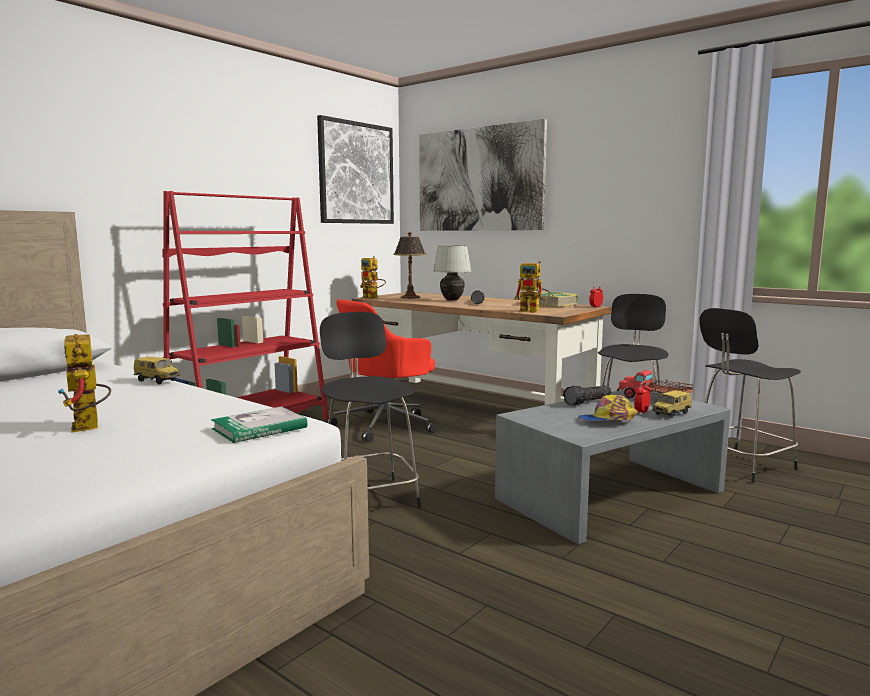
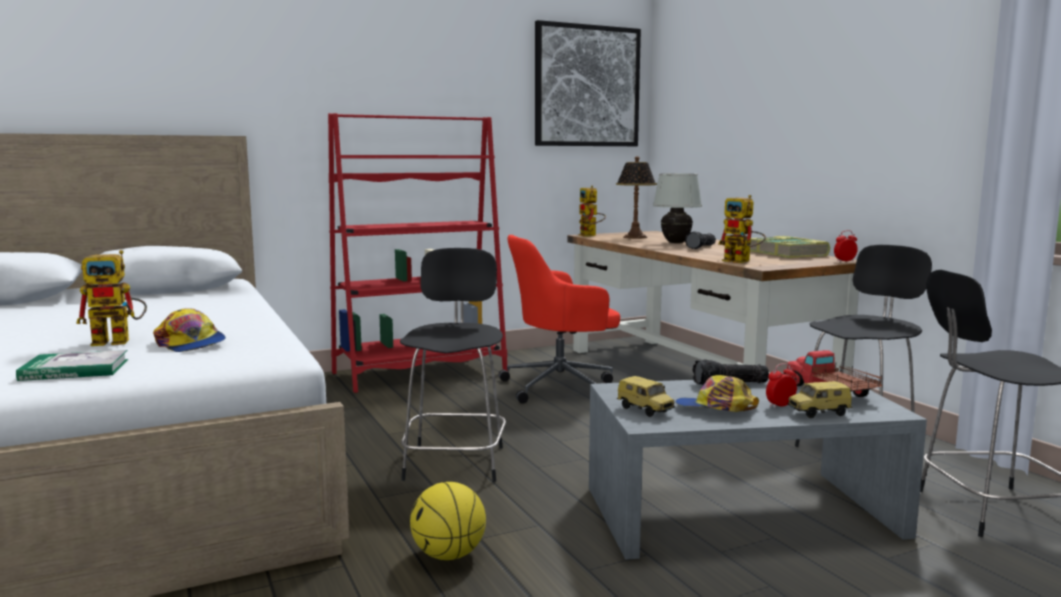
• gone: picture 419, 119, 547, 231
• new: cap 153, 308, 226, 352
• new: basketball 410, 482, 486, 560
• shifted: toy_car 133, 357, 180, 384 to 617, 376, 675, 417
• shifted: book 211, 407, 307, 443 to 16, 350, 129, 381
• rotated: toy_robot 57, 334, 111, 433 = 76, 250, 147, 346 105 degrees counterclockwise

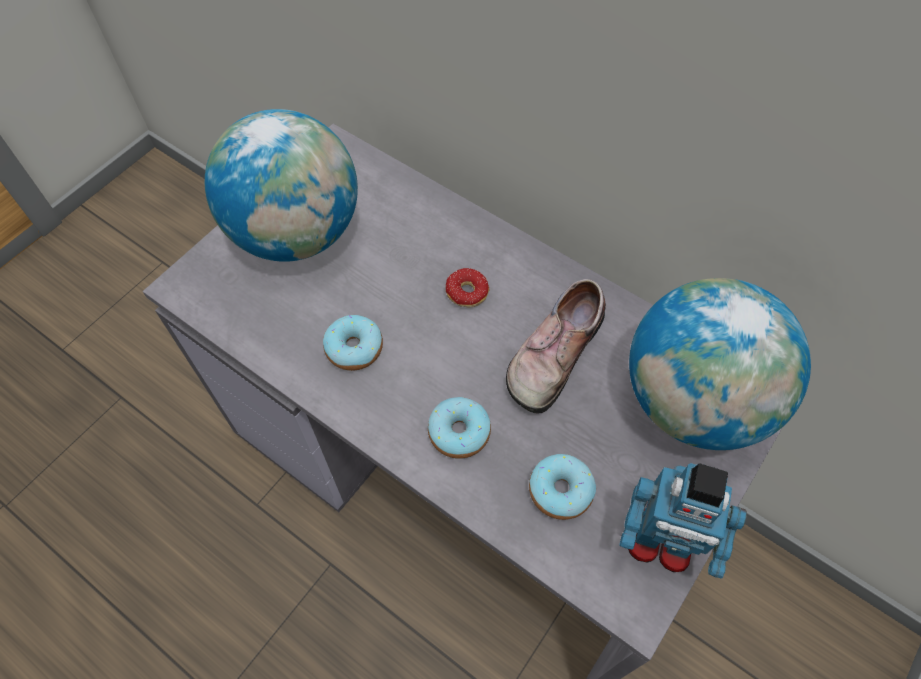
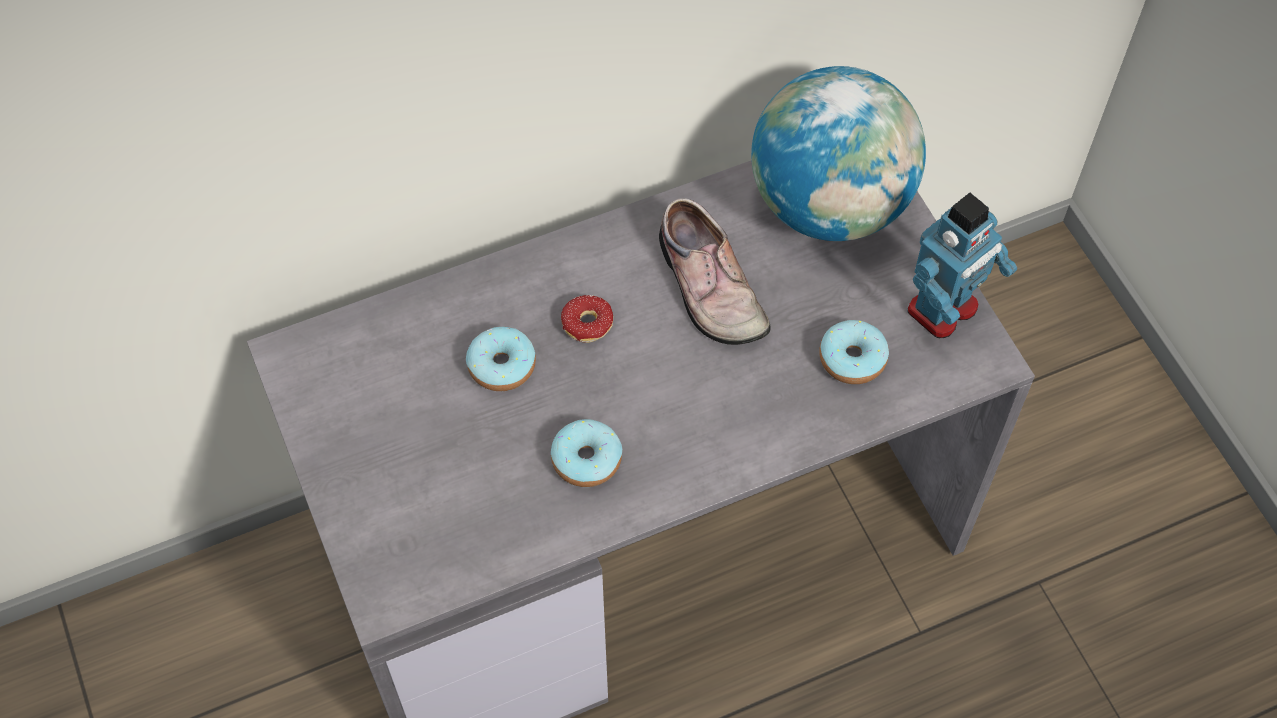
• gone: globe 205, 109, 358, 262
• shifted: donut 428, 397, 491, 459 to 466, 327, 536, 391

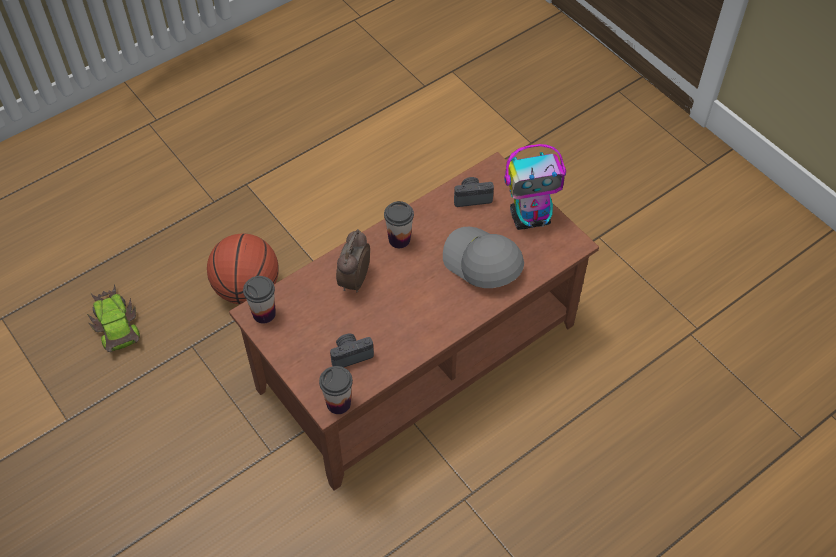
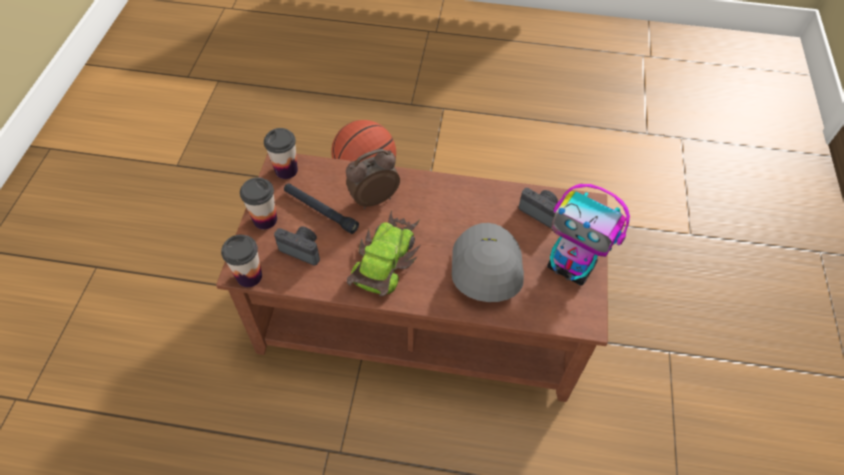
• new: black_flashlight 284, 183, 359, 234
• shifted: toy_car 87, 284, 140, 352 to 347, 211, 421, 296
• shifted: cup 384, 201, 414, 248 to 240, 177, 277, 229

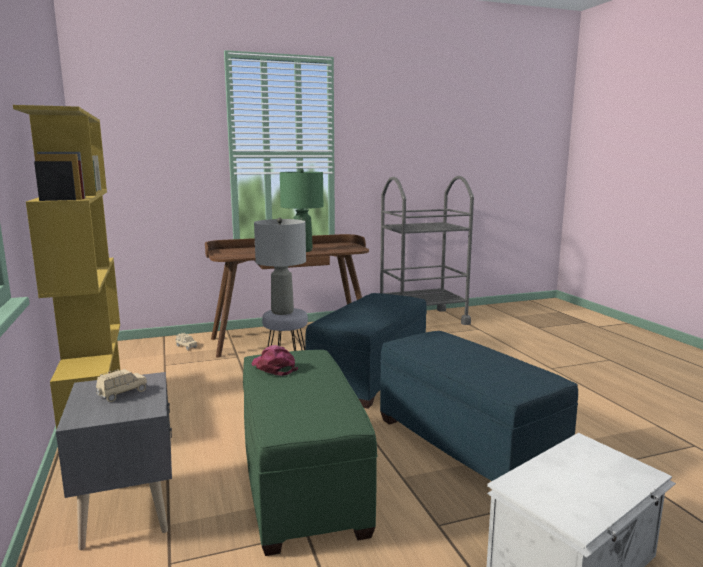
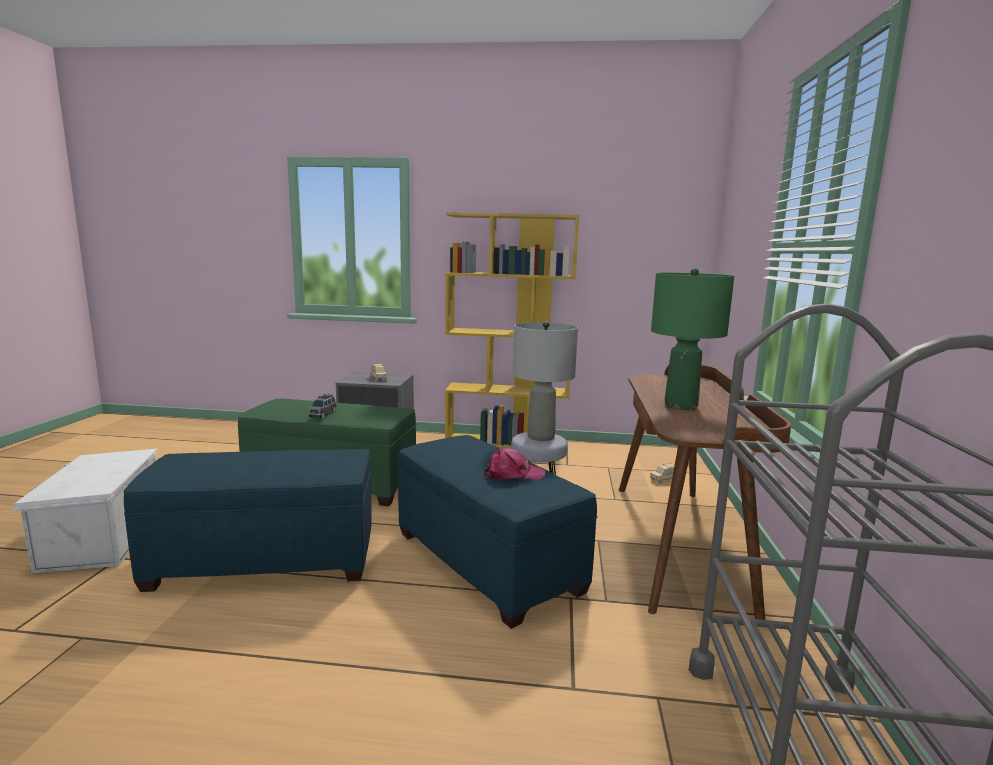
• new: grey_toy_car 309, 394, 336, 418
• shifted: pink_cap 252, 345, 298, 376 to 484, 448, 545, 481

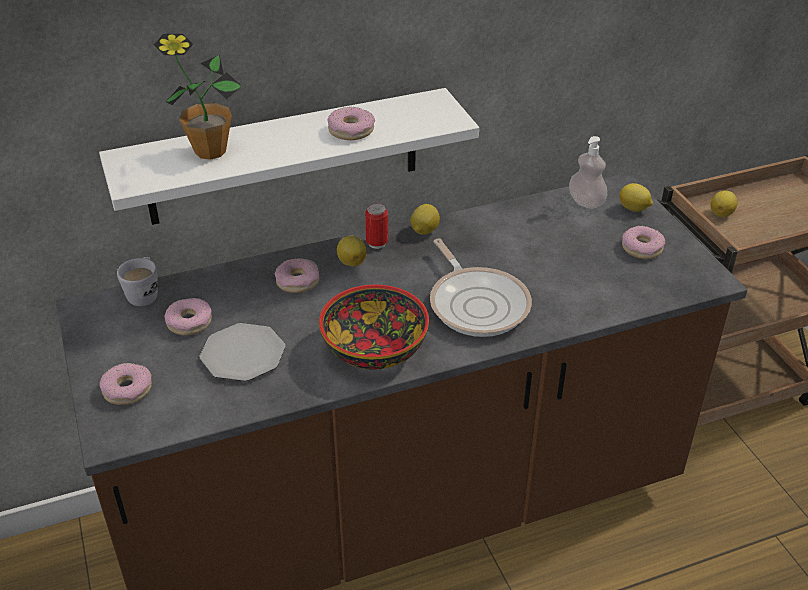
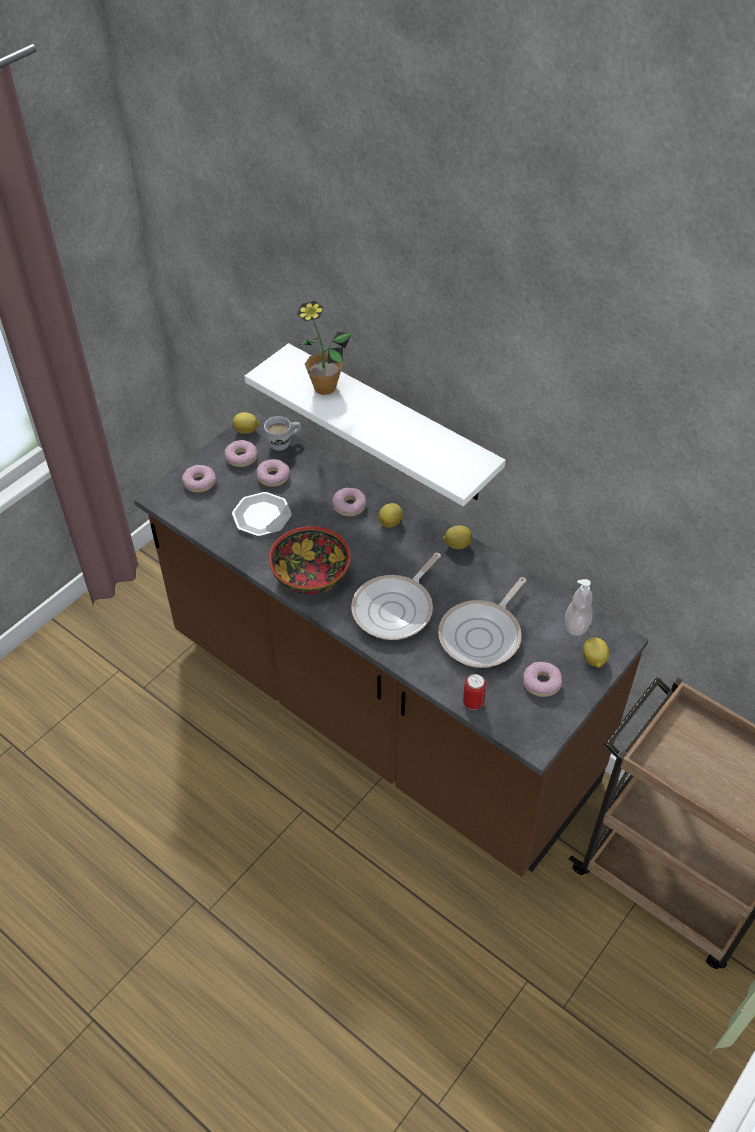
• new: frying_pan 438, 577, 527, 668
• shifted: donut 327, 107, 375, 140 to 225, 440, 257, 467
• shifted: can 365, 203, 388, 249 to 463, 674, 486, 710
• shifted: lemon 710, 190, 738, 217 to 233, 412, 260, 434

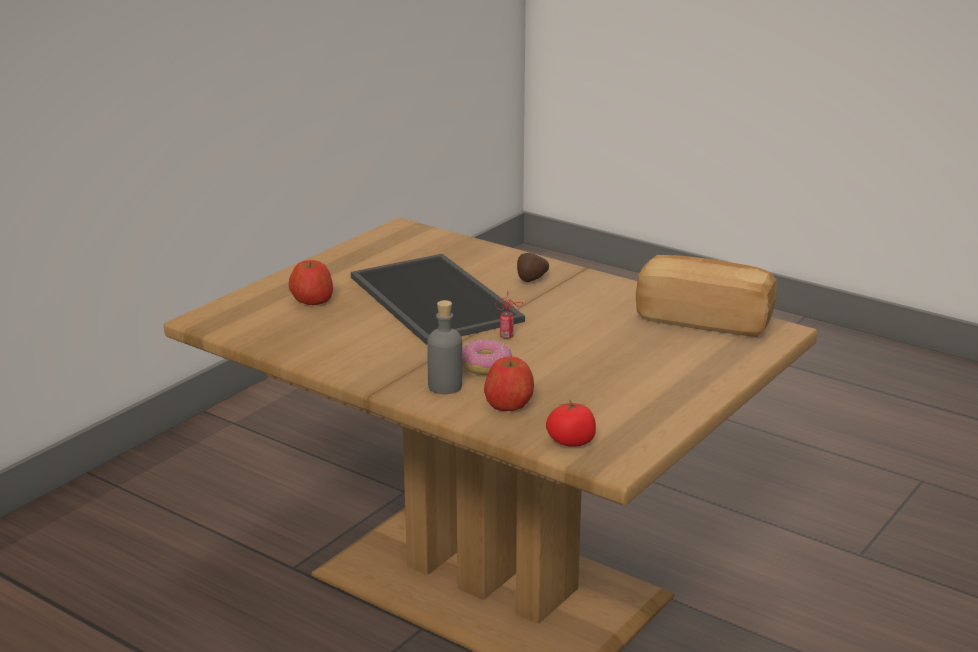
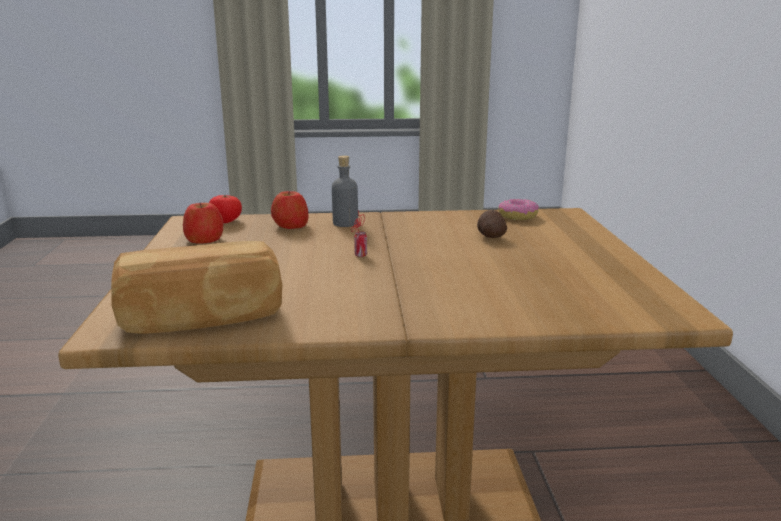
• gone: tray 351, 254, 525, 345
• shifted: apple 289, 260, 333, 305 to 183, 203, 223, 244
• shifted: donut 462, 340, 512, 375 to 498, 199, 539, 220
• shifted: potato 517, 253, 549, 282 to 477, 210, 507, 238

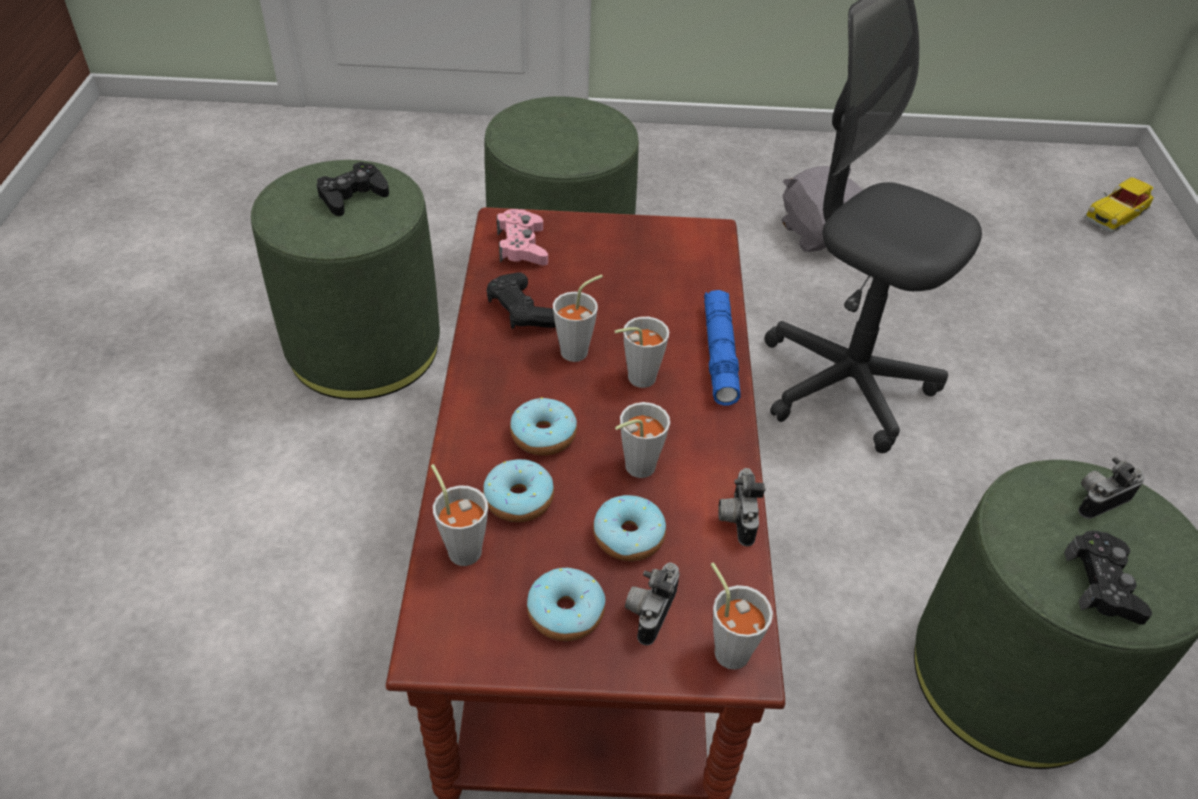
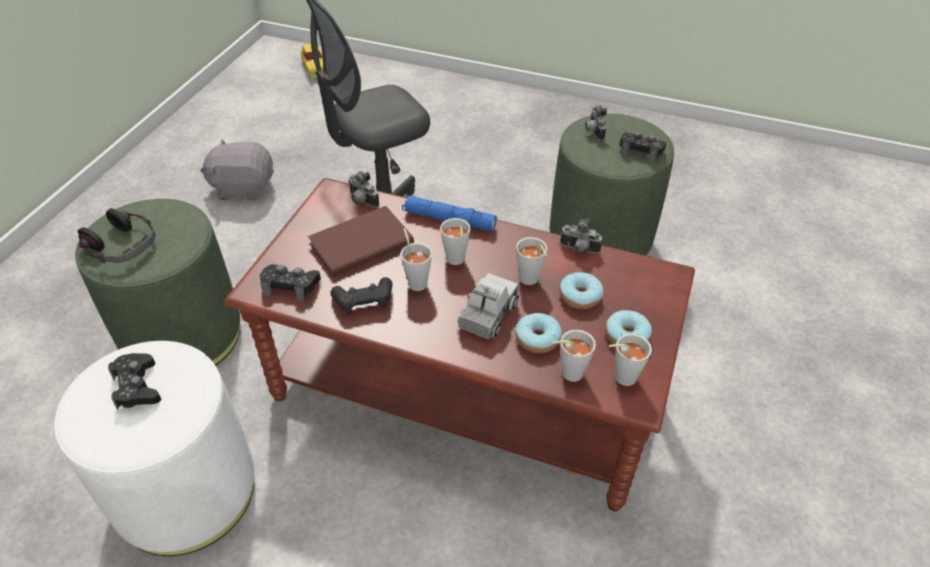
• new: headphones 78, 208, 156, 264
• new: brown_book 308, 206, 414, 277
• shifted: photo_camera 625, 562, 679, 645 to 348, 171, 379, 207
• shifted: grey_cup 711, 563, 773, 670 to 609, 334, 652, 386
• swapped: donut 510, 397, 577, 456 to toy_truck 458, 273, 519, 339
• repainted: green_ottoman 251, 160, 440, 400 to white_ottoman 54, 341, 254, 556
• repainted: pink_game_controller 497, 209, 548, 265 to black_game_controller 260, 264, 321, 302

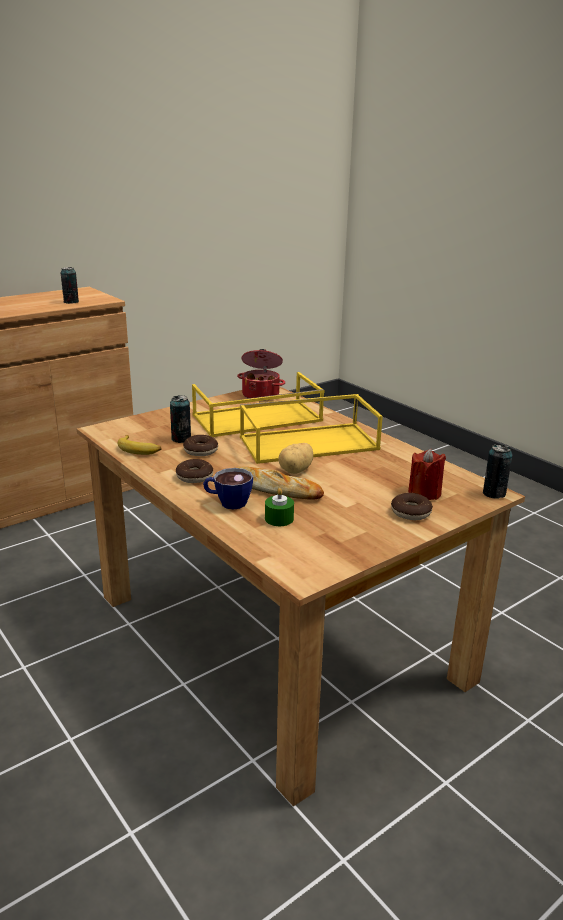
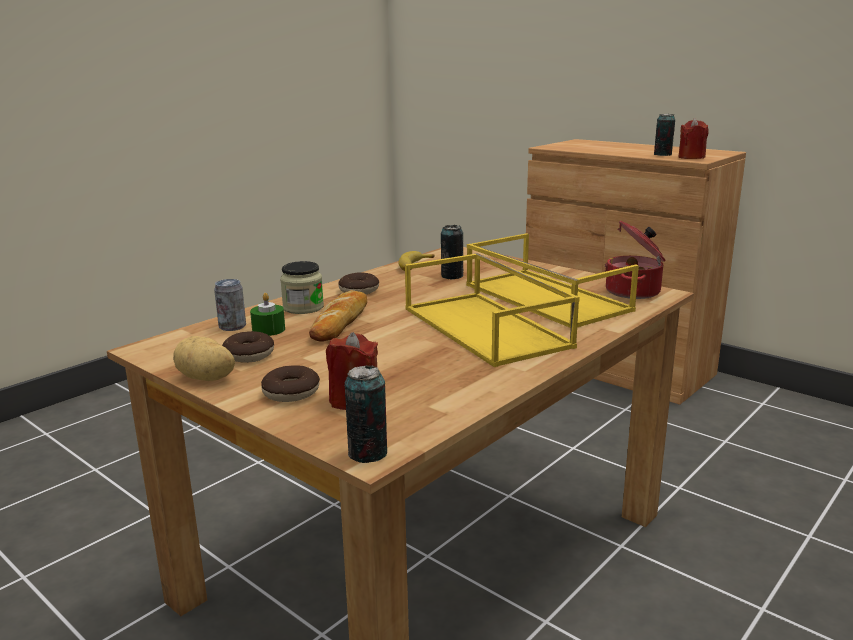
• new: can 214, 279, 246, 331
• new: red_candle 678, 118, 708, 159
• shifted: donut 183, 435, 218, 456 to 222, 331, 274, 363
• shifted: potato 278, 443, 313, 474 to 173, 336, 235, 381
• swapped: cup 203, 468, 253, 510 to jar 280, 261, 324, 314

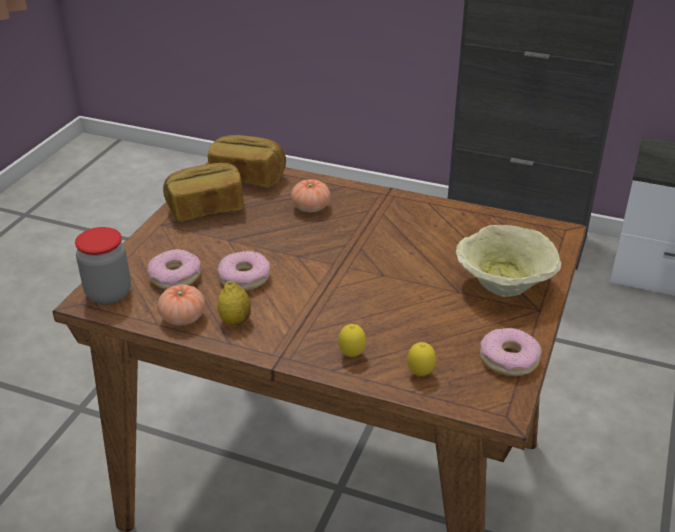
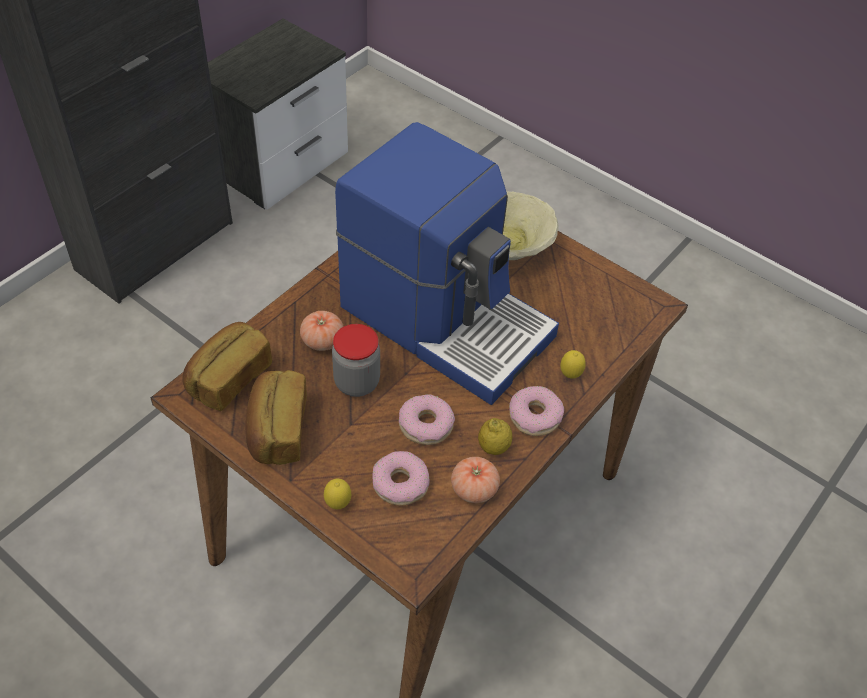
• new: coffee_machine 335, 122, 559, 405
• shifted: jar 75, 227, 131, 304 to 332, 324, 380, 397
• shifted: lemon 407, 342, 436, 376 to 324, 479, 351, 509
• shifted: donut 480, 328, 542, 376 to 509, 386, 564, 436

